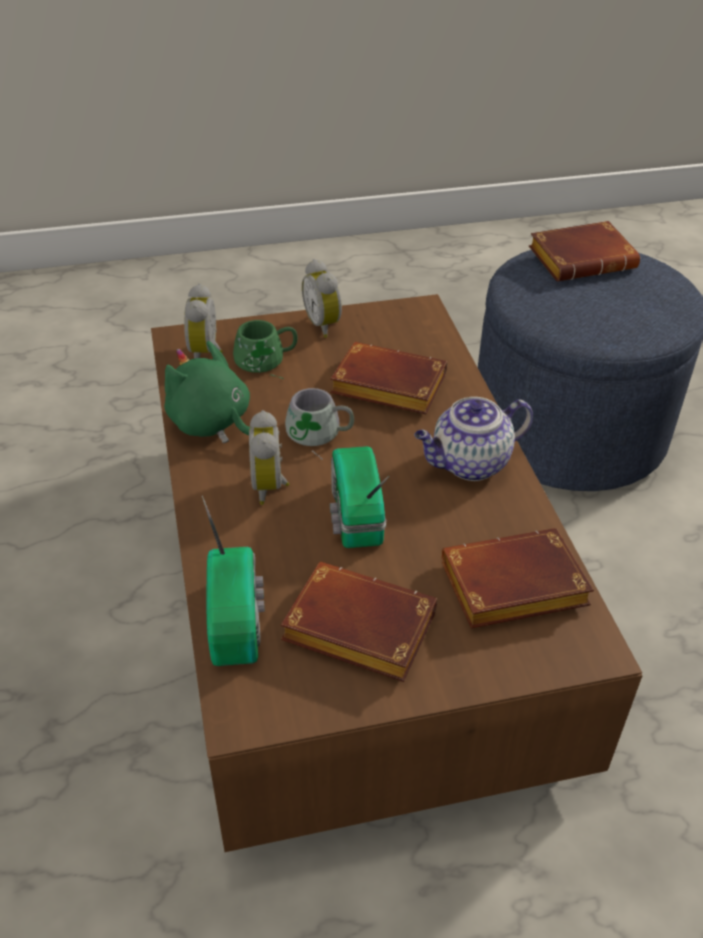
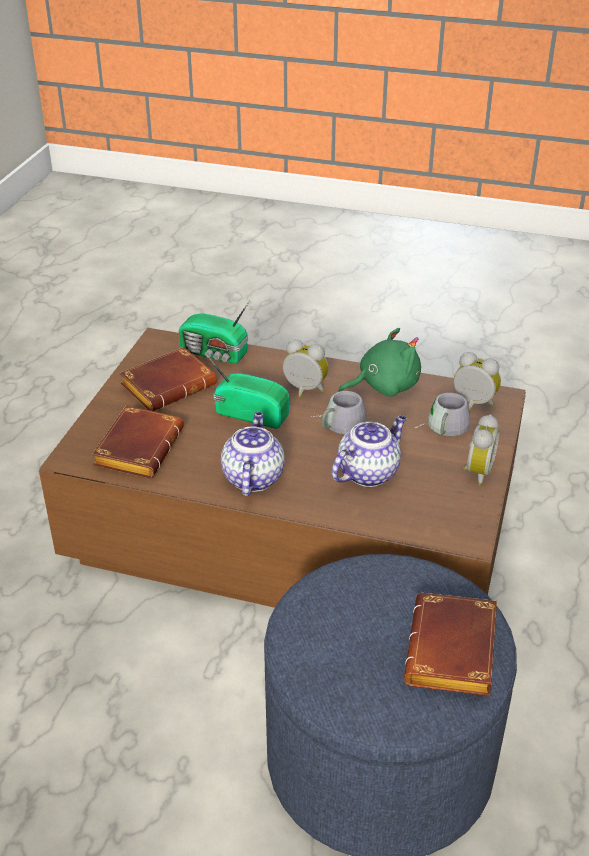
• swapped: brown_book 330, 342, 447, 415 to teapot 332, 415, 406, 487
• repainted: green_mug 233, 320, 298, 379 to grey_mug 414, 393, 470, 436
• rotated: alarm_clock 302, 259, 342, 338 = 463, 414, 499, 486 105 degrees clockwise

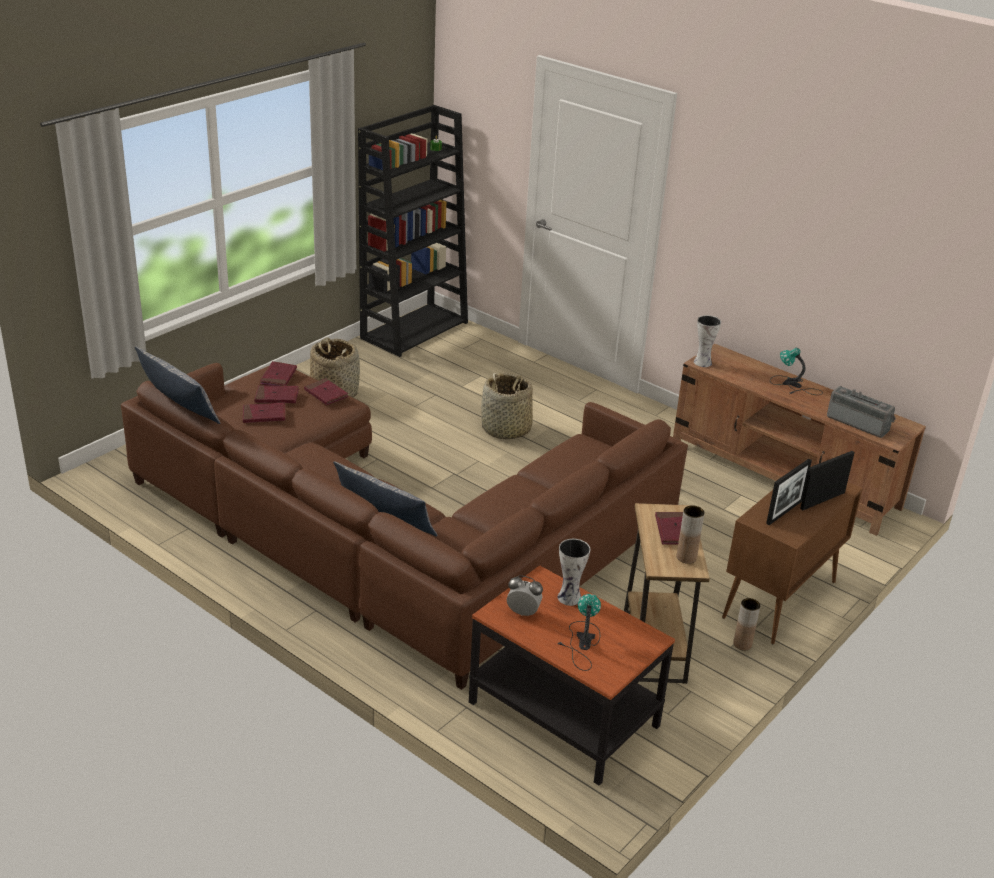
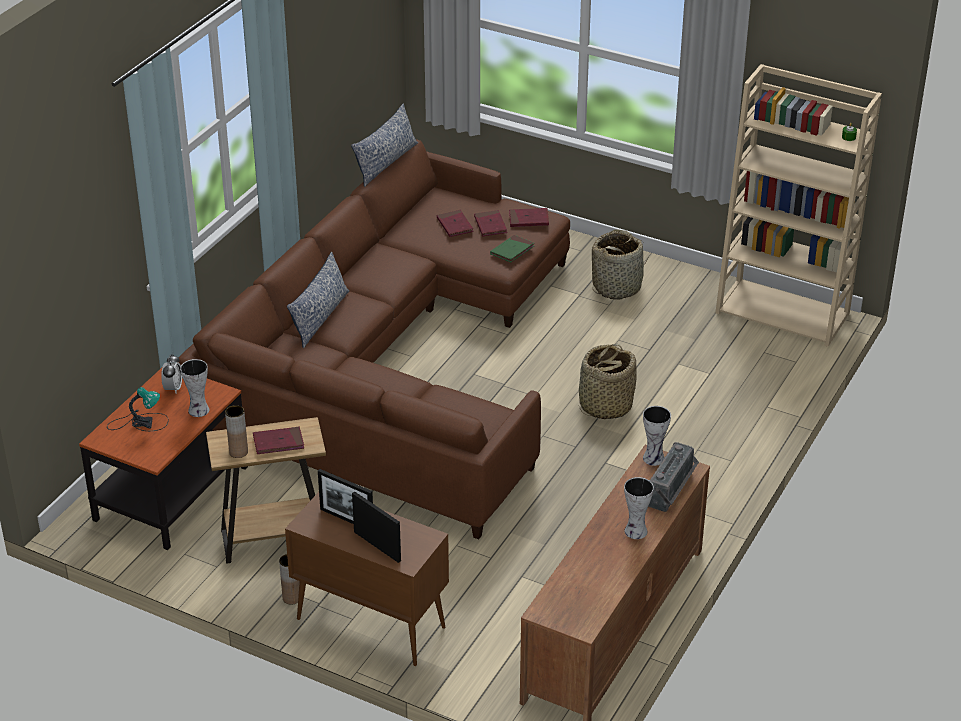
• shifted: radio 827, 386, 896, 438 to 649, 442, 699, 512
• swapped: table_lamp 770, 348, 823, 395 to vase 624, 477, 654, 539
• repainted: red_book 304, 378, 349, 405 to green_book 490, 235, 534, 263
• repainted: black_bookcase 358, 105, 468, 357 to beige_bookcase 715, 64, 882, 347

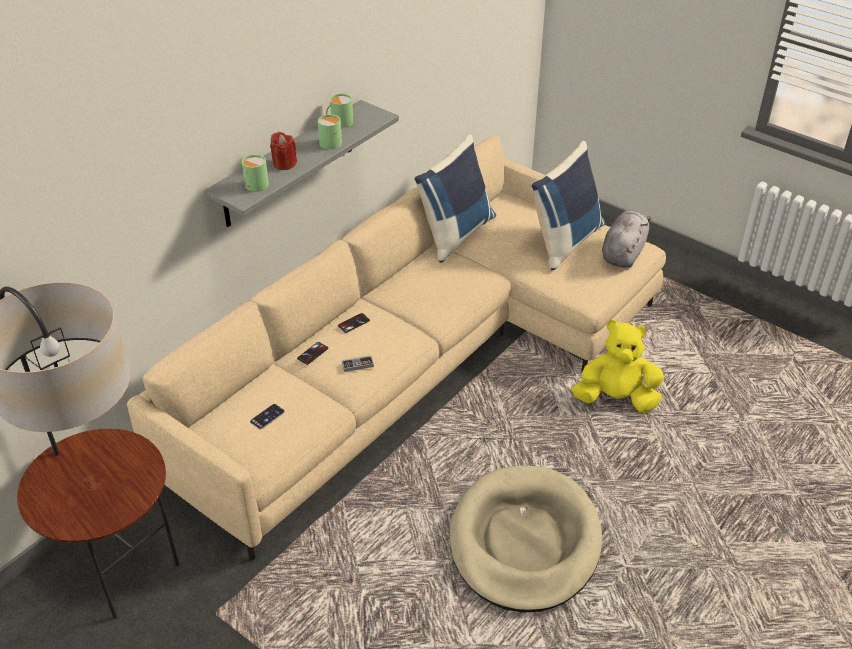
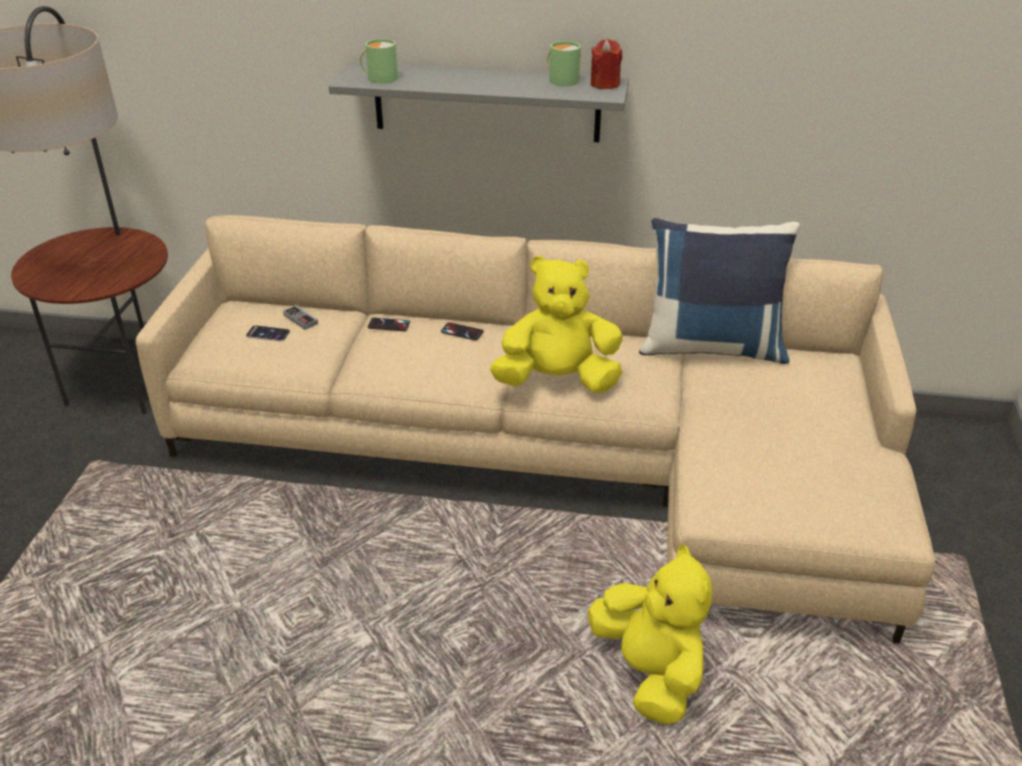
• gone: green_mug 318, 114, 342, 150
• gone: beige_dog_bed 450, 465, 602, 613
• gone: blue_pillow 531, 141, 605, 270
• gone: grey_plush_toy 602, 210, 652, 268
• new: yellow_plush_toy 490, 256, 622, 393
• shifted: red_candle 270, 132, 297, 170 to 590, 39, 622, 89
• shifted: game_controller 342, 355, 374, 372 to 283, 305, 318, 330

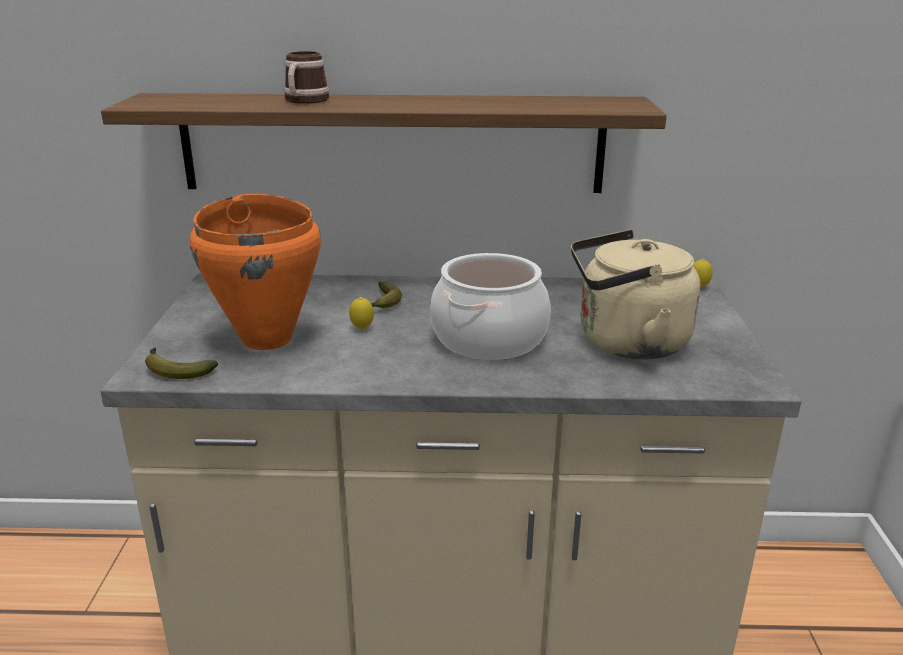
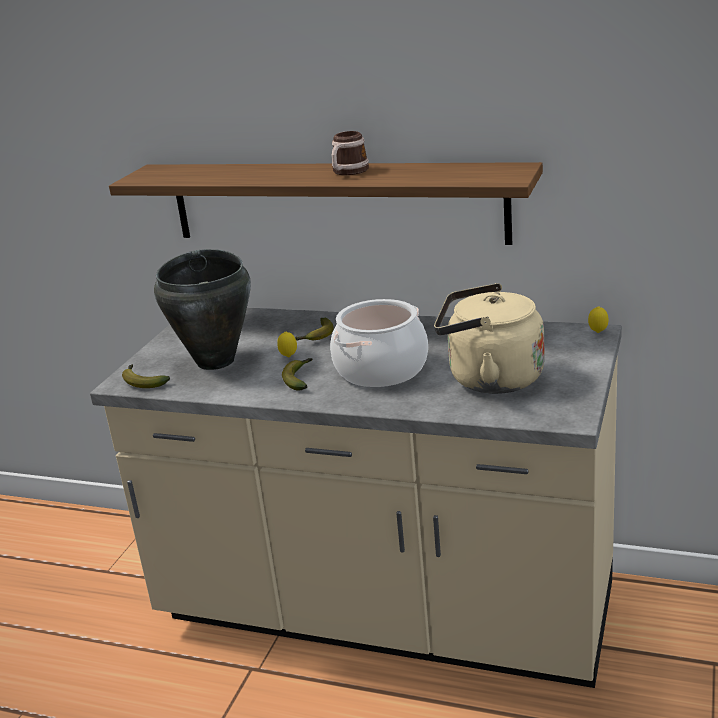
• new: banana 282, 358, 312, 391
• shifted: mug 284, 51, 329, 104 to 332, 131, 369, 175
• repainted: orange_cooking_pot 189, 194, 321, 350 to black_cooking_pot 154, 249, 251, 370

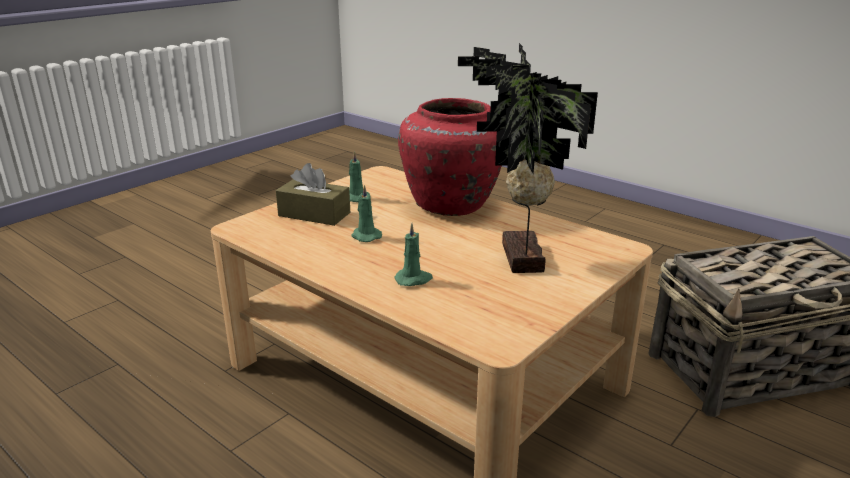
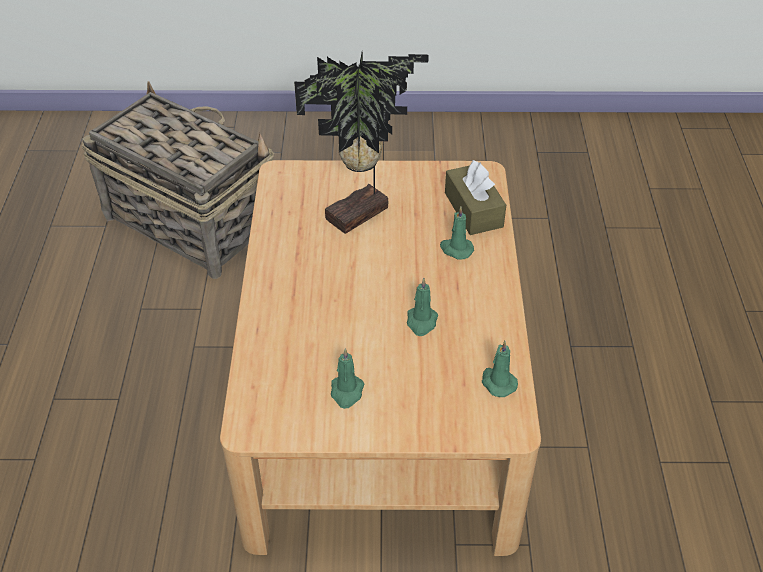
• gone: red_vase 398, 98, 501, 216
• new: green_candle 482, 341, 518, 397
• shifted: brown_tissue_box 276, 163, 350, 226 to 445, 160, 506, 235

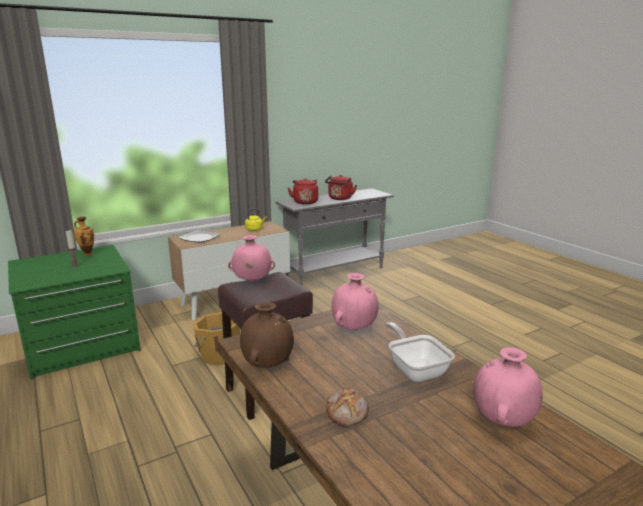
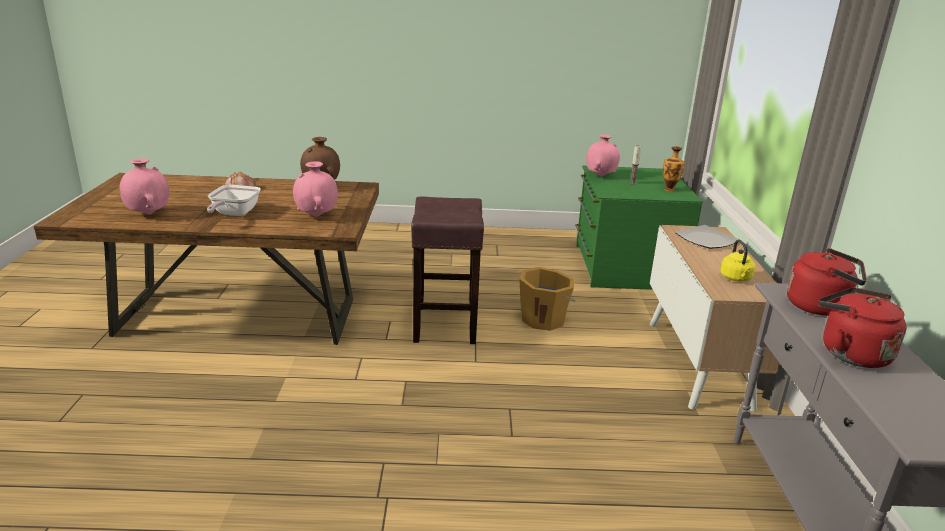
• shifted: pink_vase 228, 235, 275, 282 to 586, 134, 620, 176
• rotated: frying_pan 386, 322, 455, 382 = 207, 185, 261, 216 90 degrees clockwise

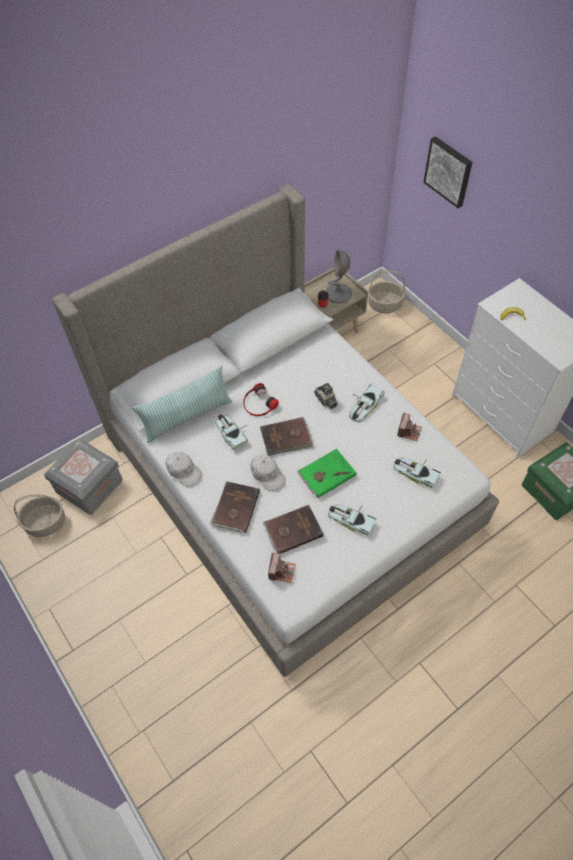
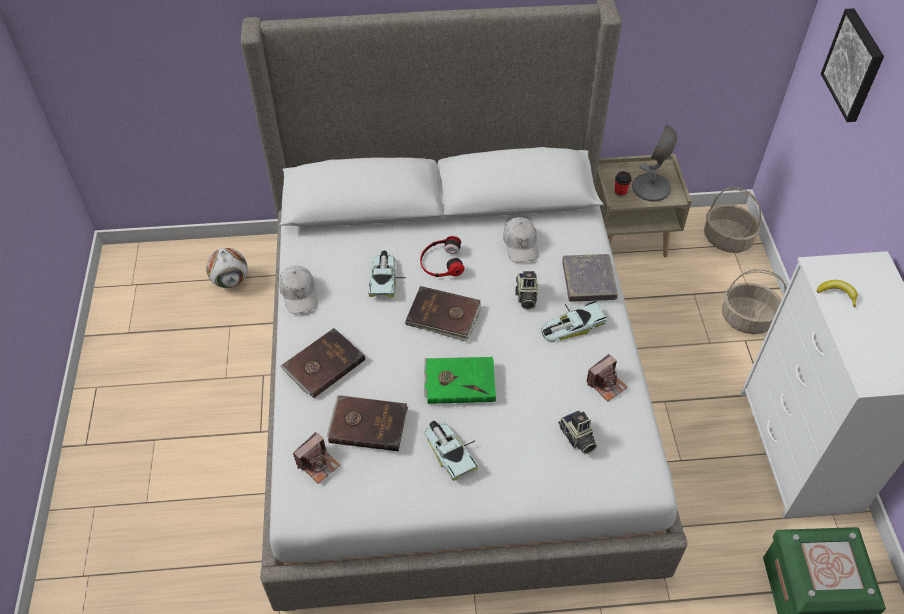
• gone: pillow 133, 366, 232, 443
• new: grey_book 562, 254, 618, 302
• shifted: basket 14, 494, 65, 537 to 722, 269, 787, 334
• shifted: white_cap 251, 454, 286, 491 to 503, 217, 539, 262
• swapped: grey_storage_box 44, 438, 123, 515 to football 206, 248, 247, 288
• swapped: toy_car 393, 458, 441, 488 to photo_camera 558, 410, 597, 454

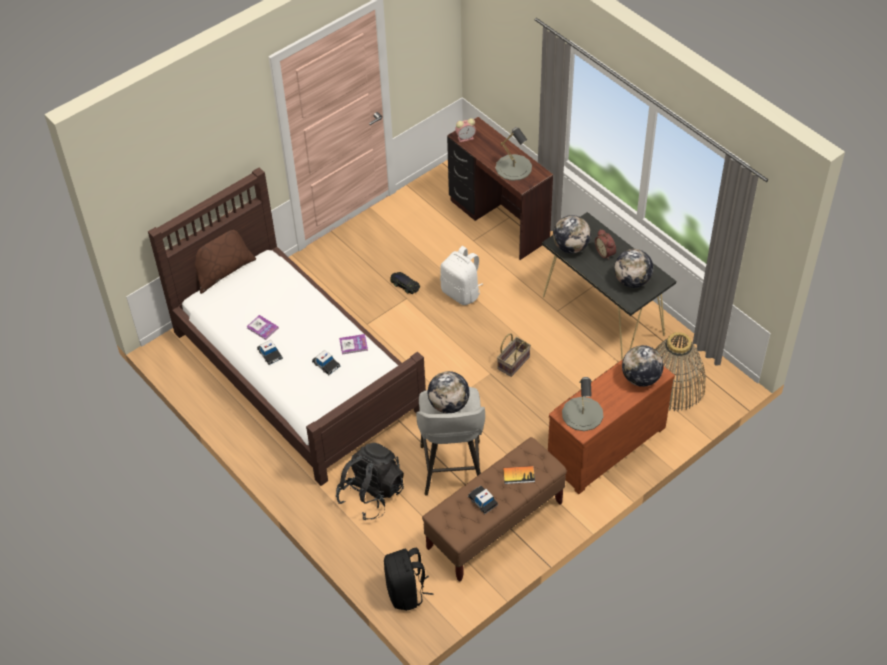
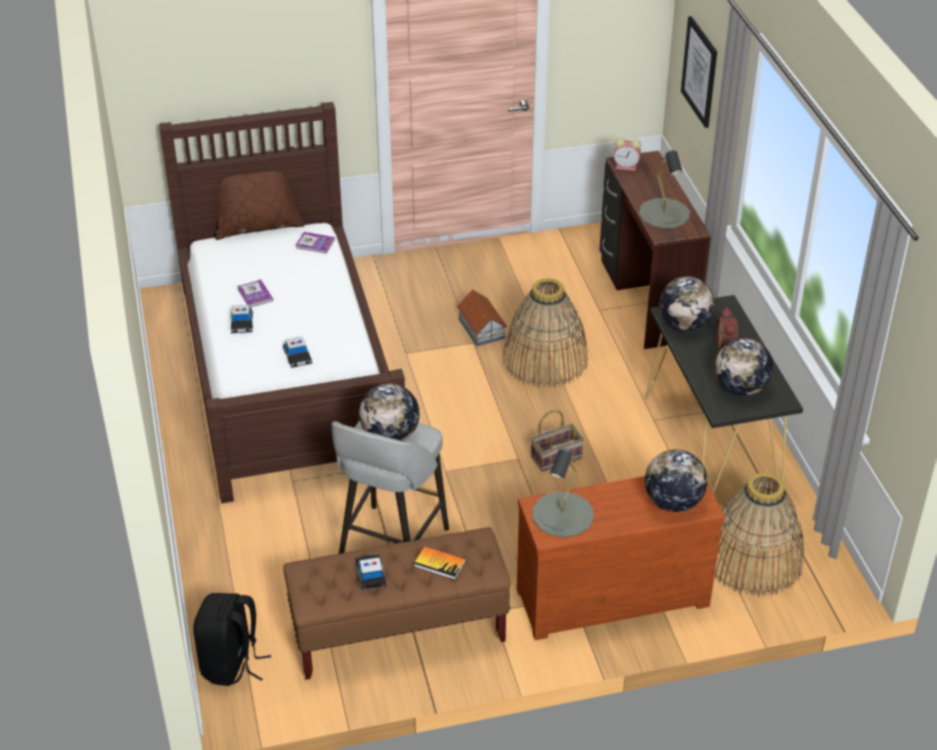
• gone: black_backpack 336, 443, 404, 520
• new: picture 681, 16, 717, 128
• shifted: book 339, 334, 368, 354 to 295, 232, 335, 254
• swapped: black_toy_car 390, 272, 420, 294 to toy_house 457, 290, 507, 346
• swapped: white_backpack 440, 246, 483, 305 to basket 502, 278, 588, 388

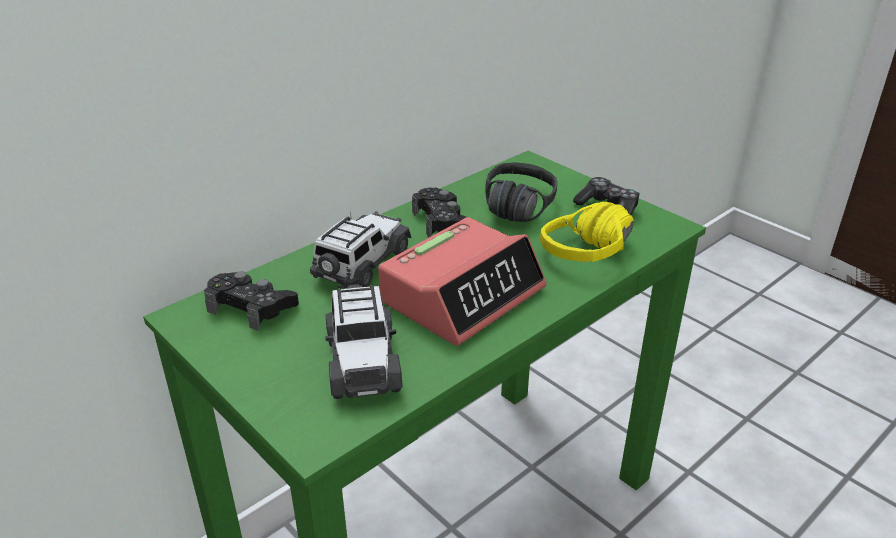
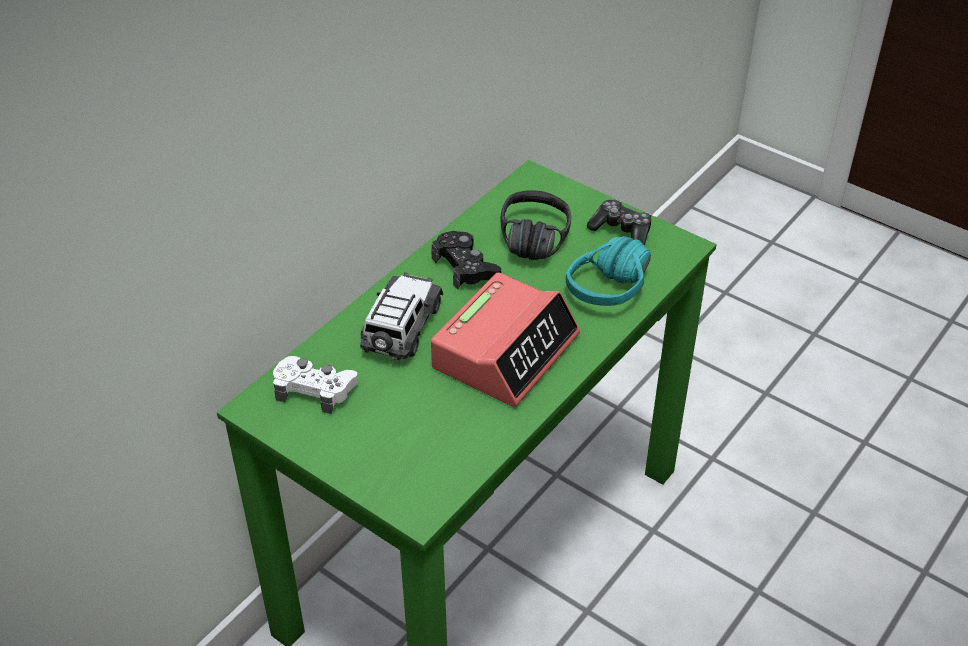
• gone: toy_car 325, 284, 403, 399
• repainted: black_game_controller 204, 271, 299, 331 to white_game_controller 273, 356, 358, 414
• repainted: yellow_headphones 540, 202, 634, 262 to turquoise_headphones 566, 236, 651, 306

